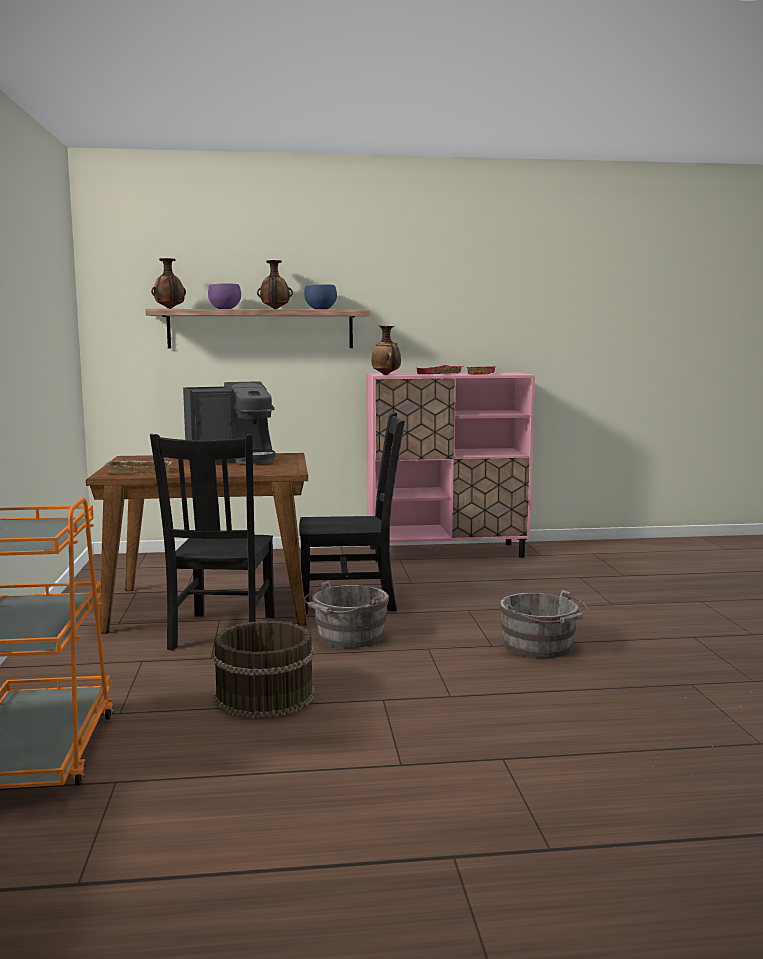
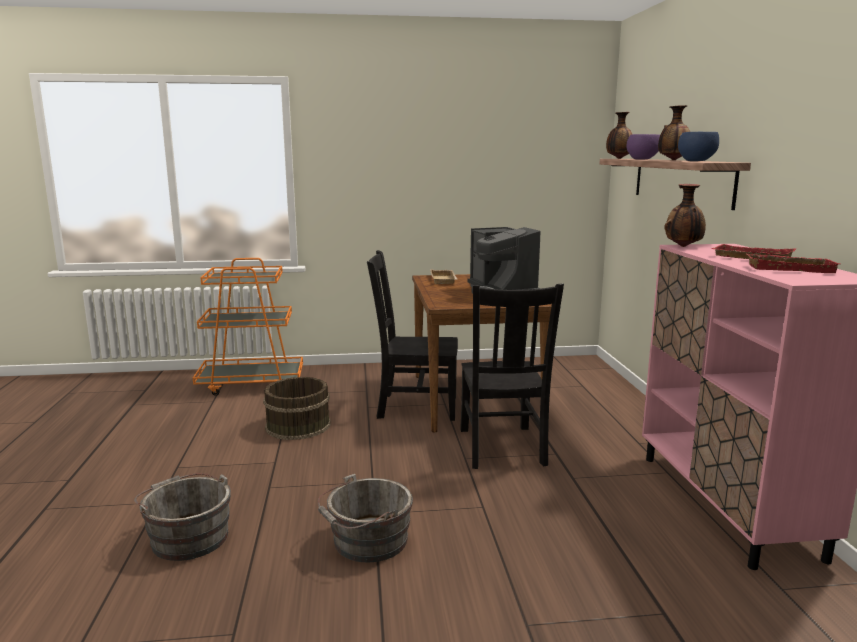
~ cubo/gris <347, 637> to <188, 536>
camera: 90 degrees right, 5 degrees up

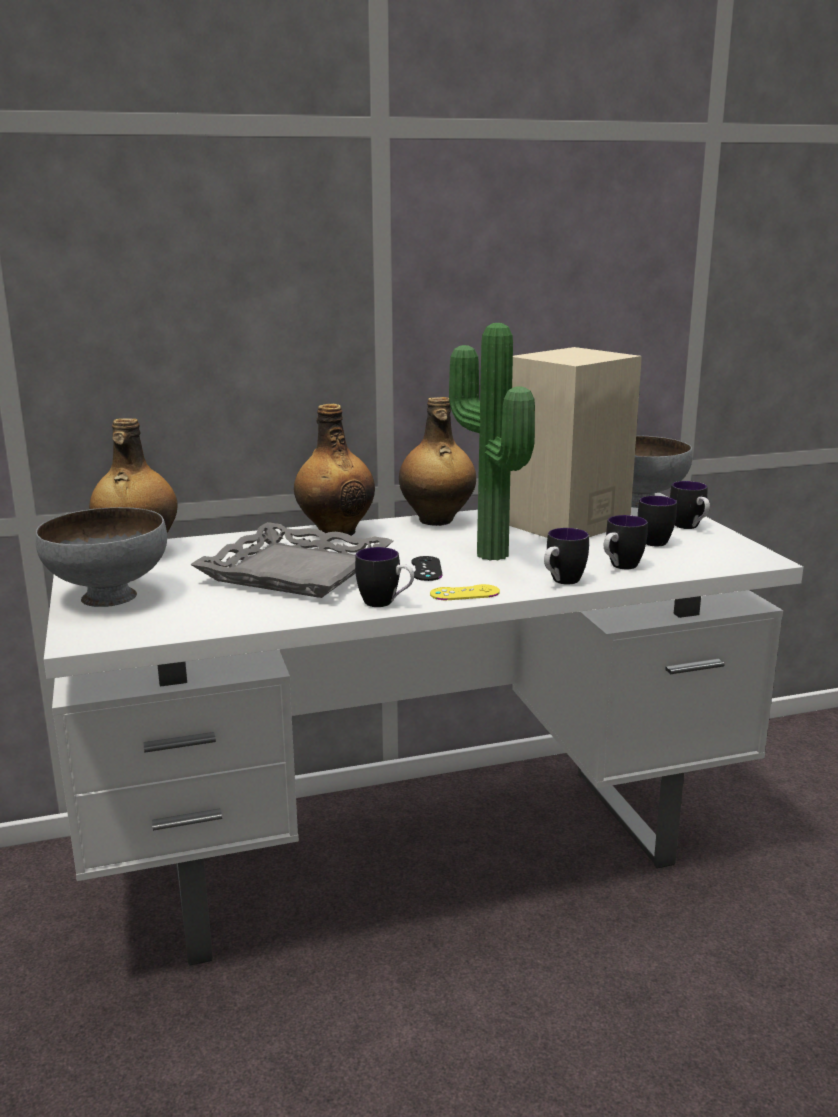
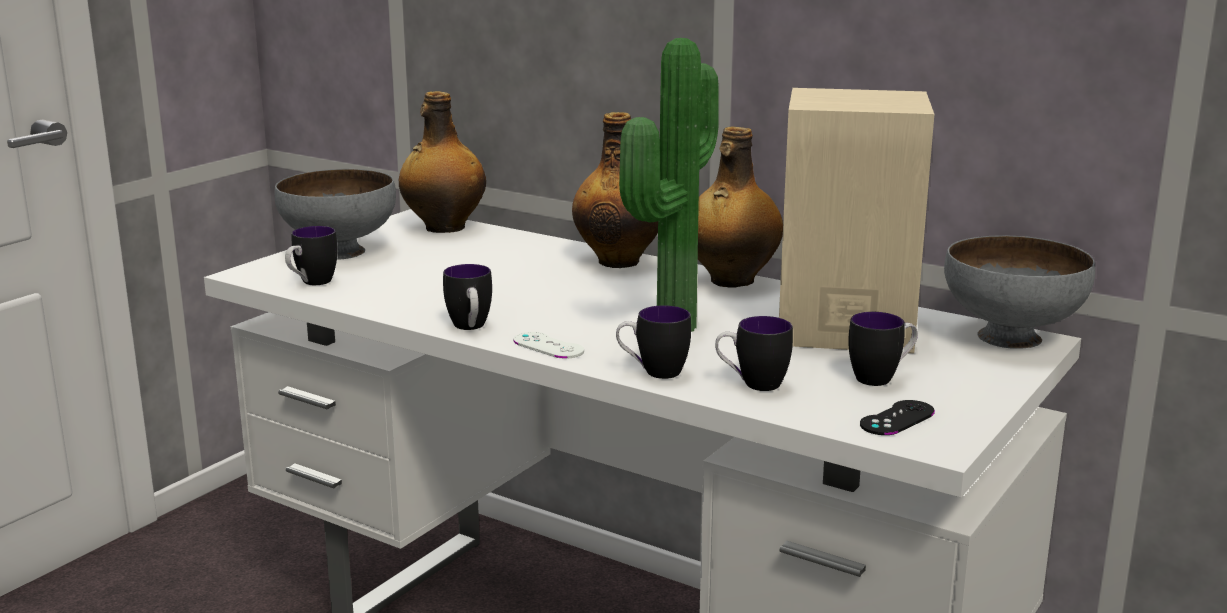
~ taza grande <690, 527> to <311, 283>
~ mando de consola/amarillo <465, 593> to mando de consola/blanco <548, 346>
~ mando de consola/negro <426, 569> to <897, 418>
- bandeja/gris <297, 571>
camera: 50 degrees right, 0 degrees up

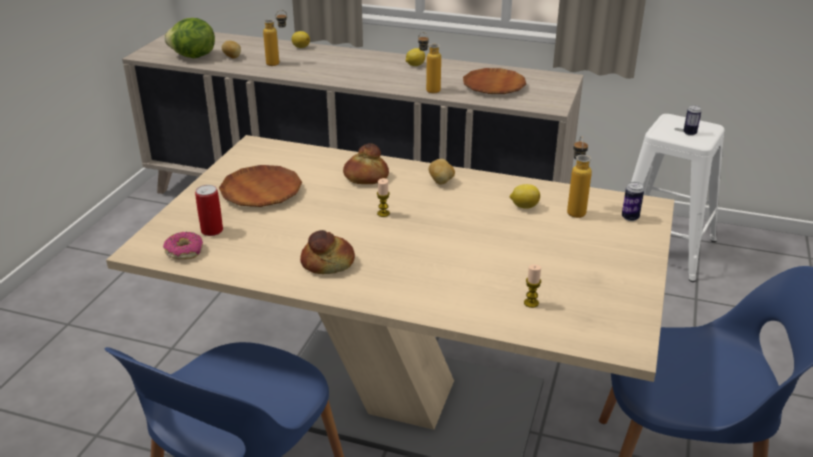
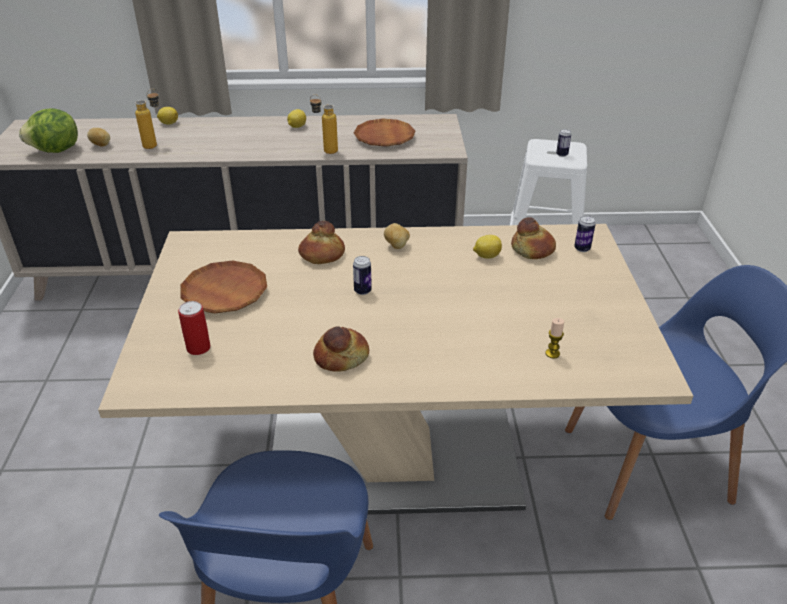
~ vela <383, 213> to lata <362, 291>
~ botella <575, 209> to pan <532, 250>
- rosquilla <184, 251>
camera: 20 degrees left, 5 degrees up

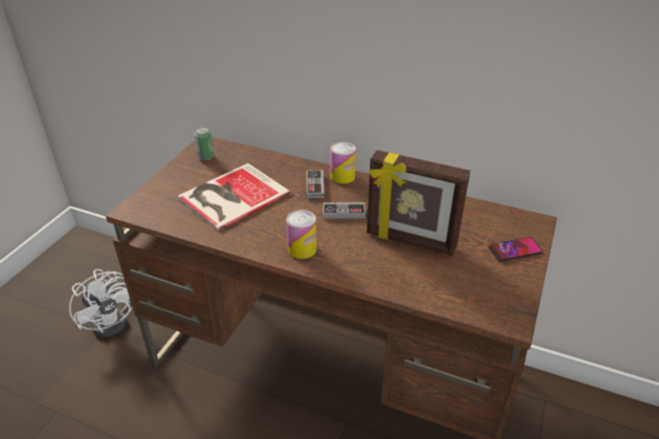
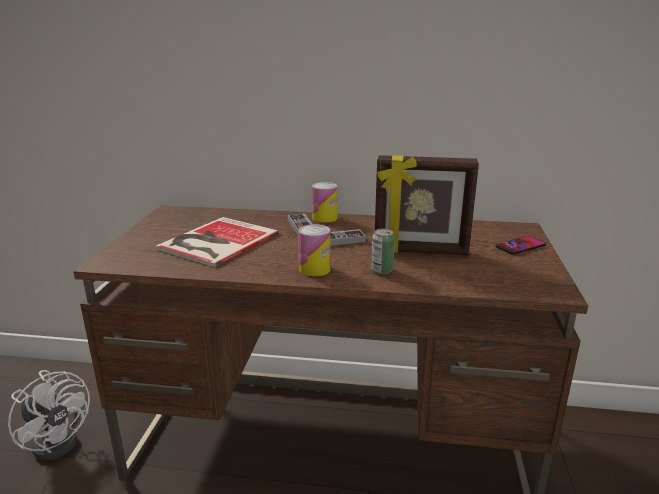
~ lata <206, 157> to <382, 270>
camera: 15 degrees left, 15 degrees down

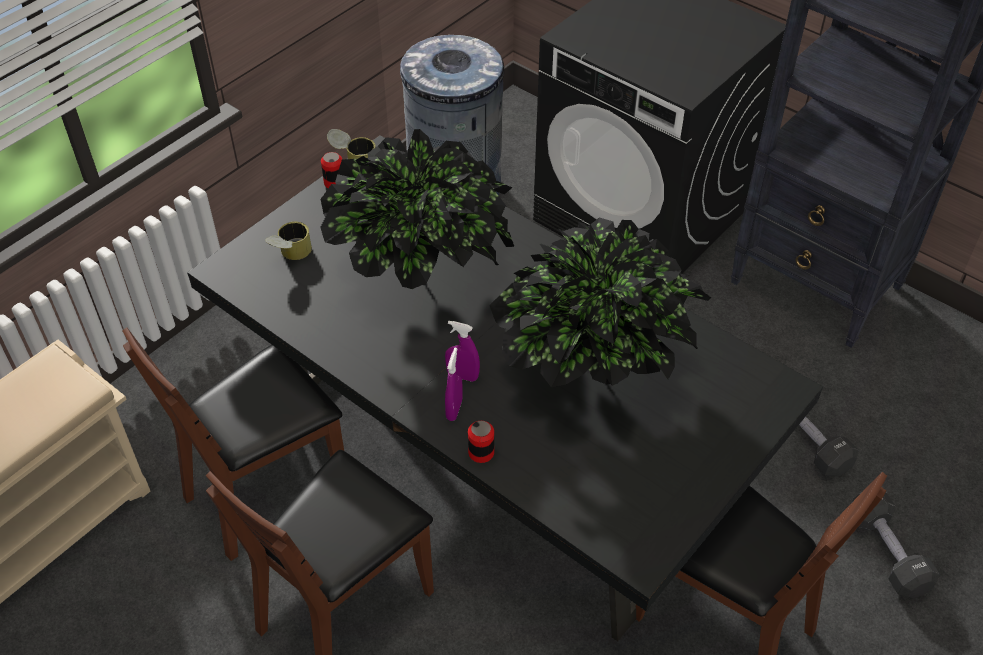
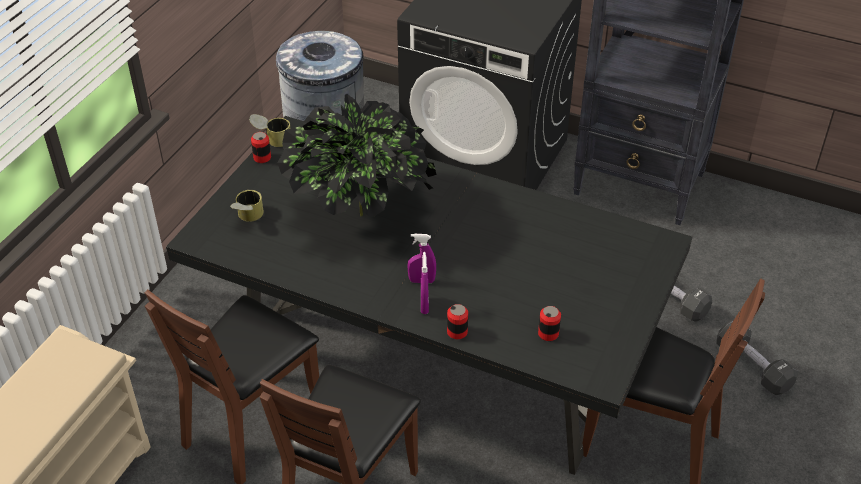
+ lata <548, 334>
- planta en maceta <592, 371>
camera: 15 degrees left, 5 degrees down

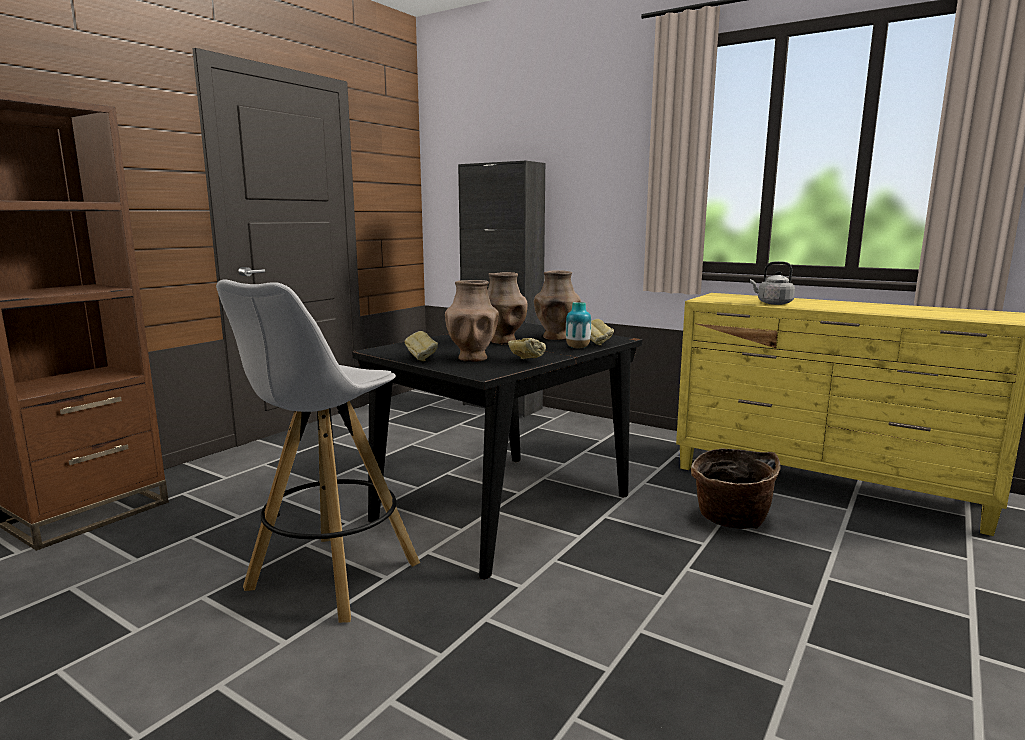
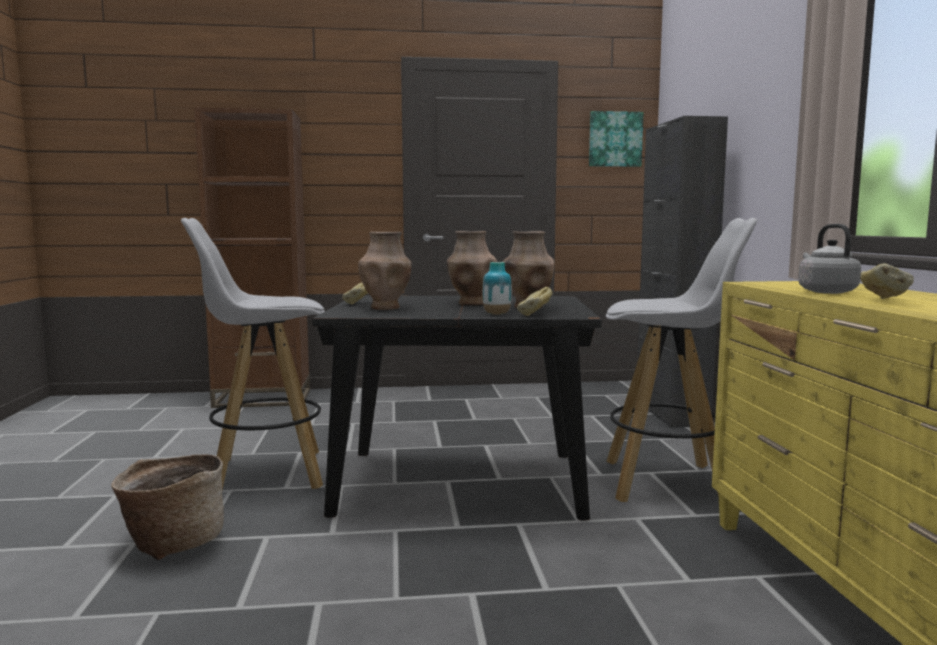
~ cesta <730, 520> to <173, 543>
+ cuadro <615, 139>
+ taburete/blanco <667, 483>
~ pan <526, 361> to <883, 300>
camera: 50 degrees right, 5 degrees down

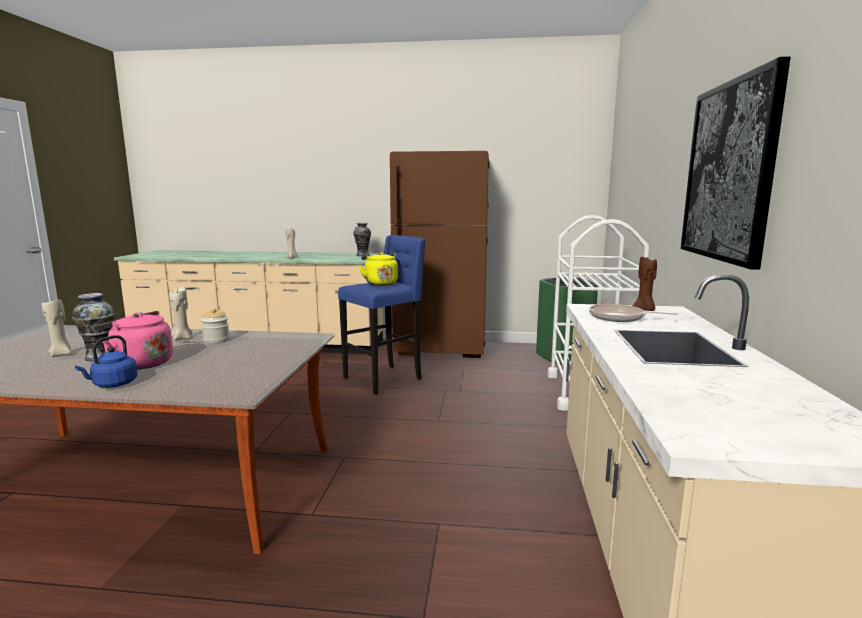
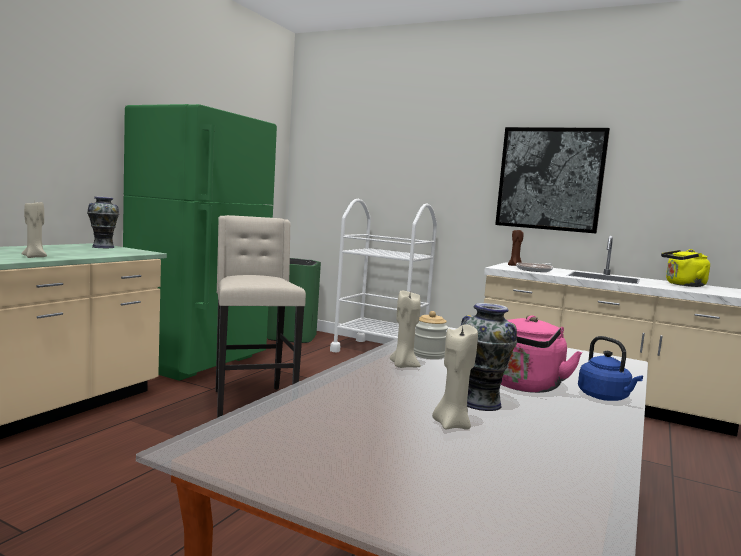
~ nevera/marrón <441, 350> to nevera/verde <198, 362>
~ taburete/azul <384, 379> to taburete/beis <251, 402>
~ hervidor/amarillo <380, 283> to <683, 285>
camera: 70 degrees left, 5 degrees down

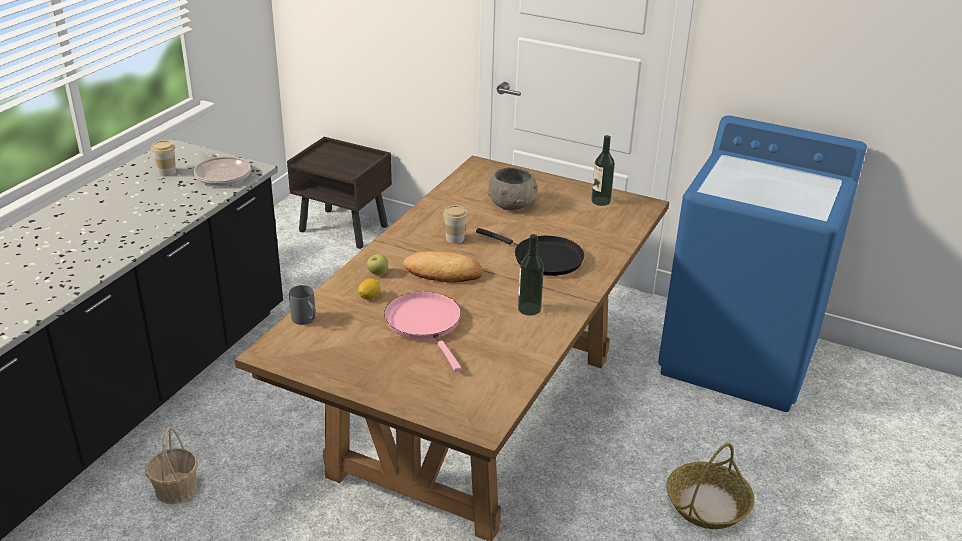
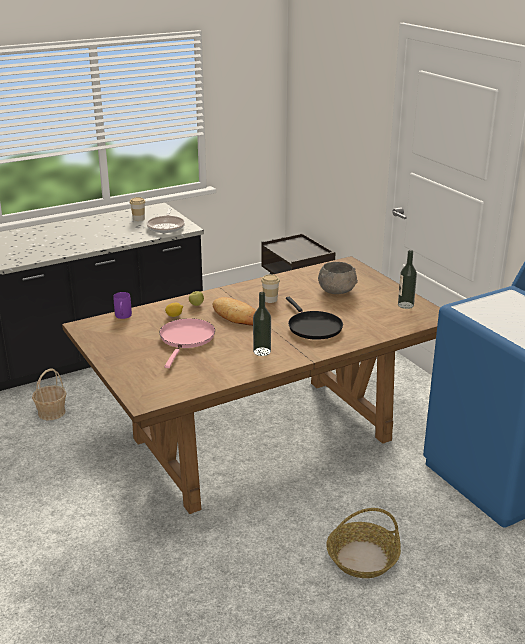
~ taza grande/gris <306, 321> to taza grande/morado <123, 317>
camera: 35 degrees right, 5 degrees down

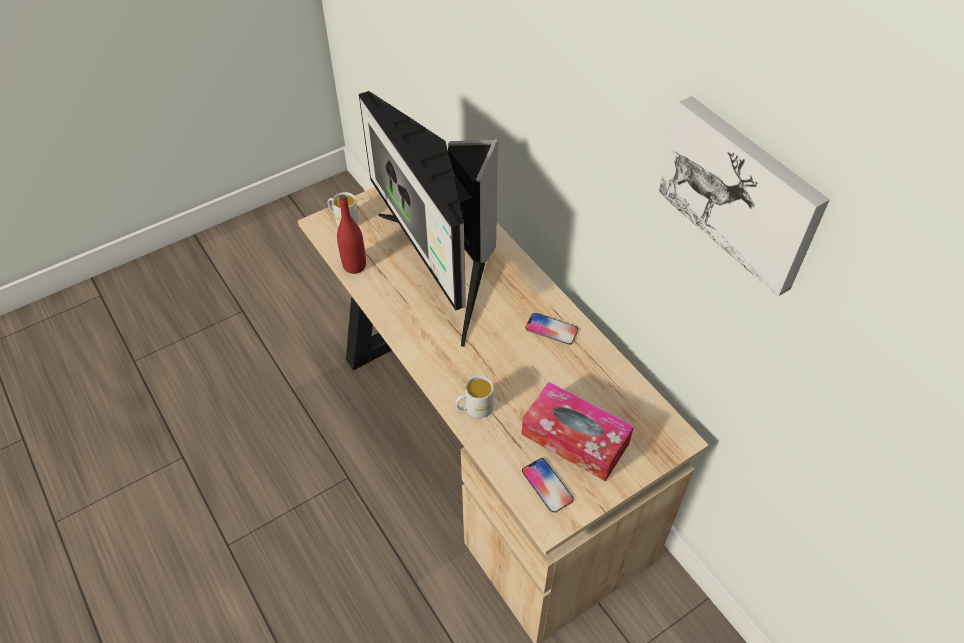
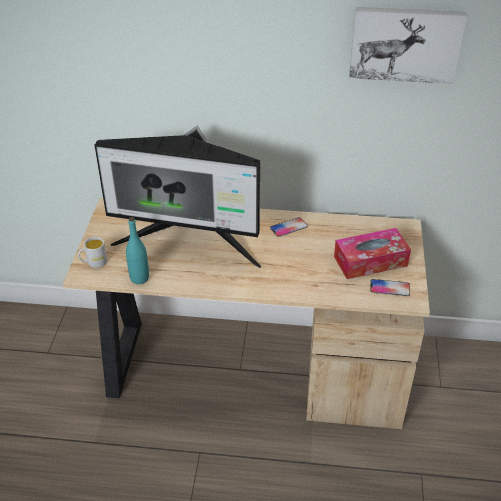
~ botella/rojo <354, 266> to botella/turquesa <139, 278>
- taza grande/blanco <474, 408>
camera: 50 degrees left, 10 degrees down

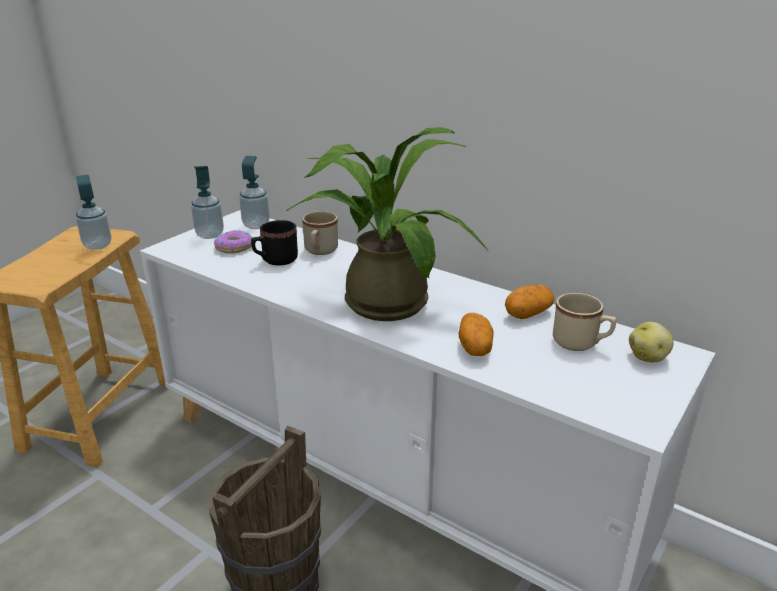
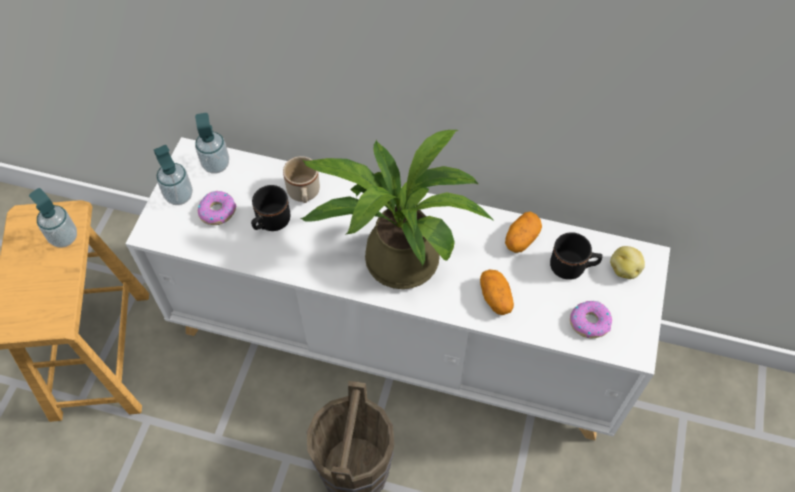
~ taza grande/beis <581, 343> to taza grande/negro <572, 267>
+ rosquilla <589, 322>
camera: 20 degrees left, 30 degrees up

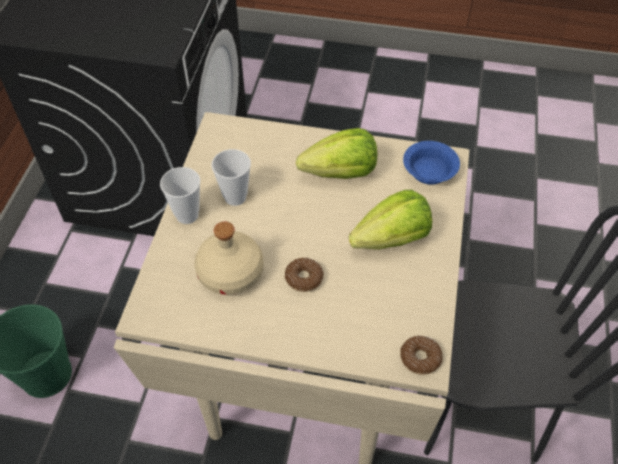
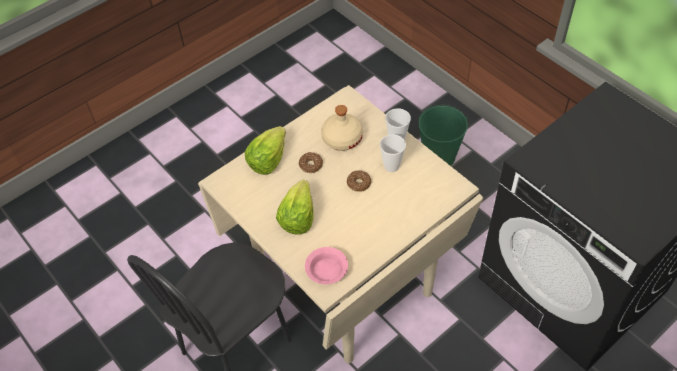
~ lechuga <341, 173> to <268, 160>
~ cuenco/azul <430, 172> to cuenco/rosa <326, 272>
~ rosquilla <420, 358> to <358, 183>
camera: 130 degrees right, 0 degrees up

